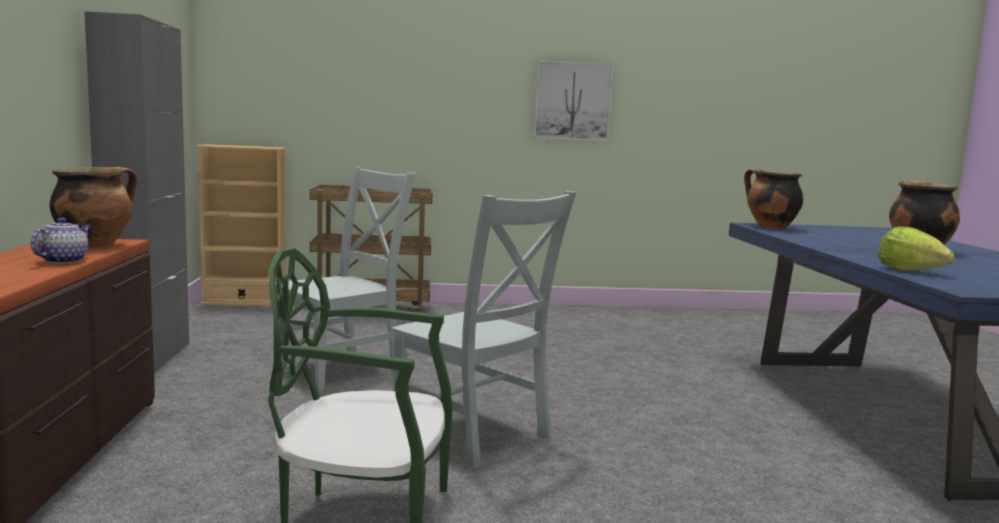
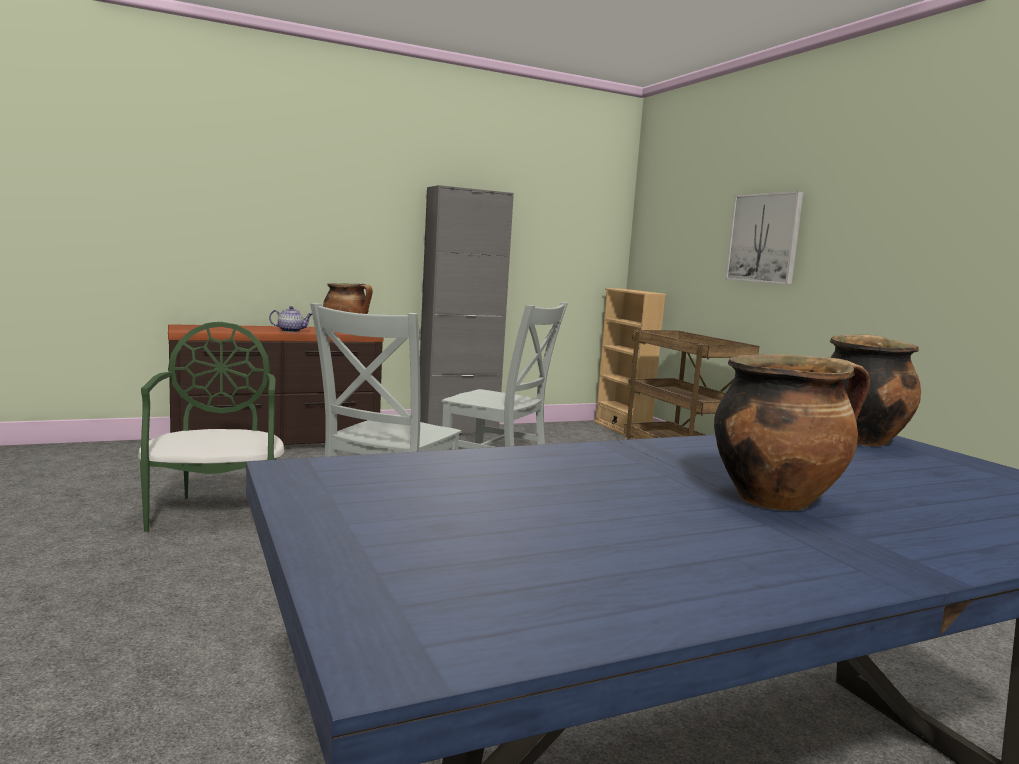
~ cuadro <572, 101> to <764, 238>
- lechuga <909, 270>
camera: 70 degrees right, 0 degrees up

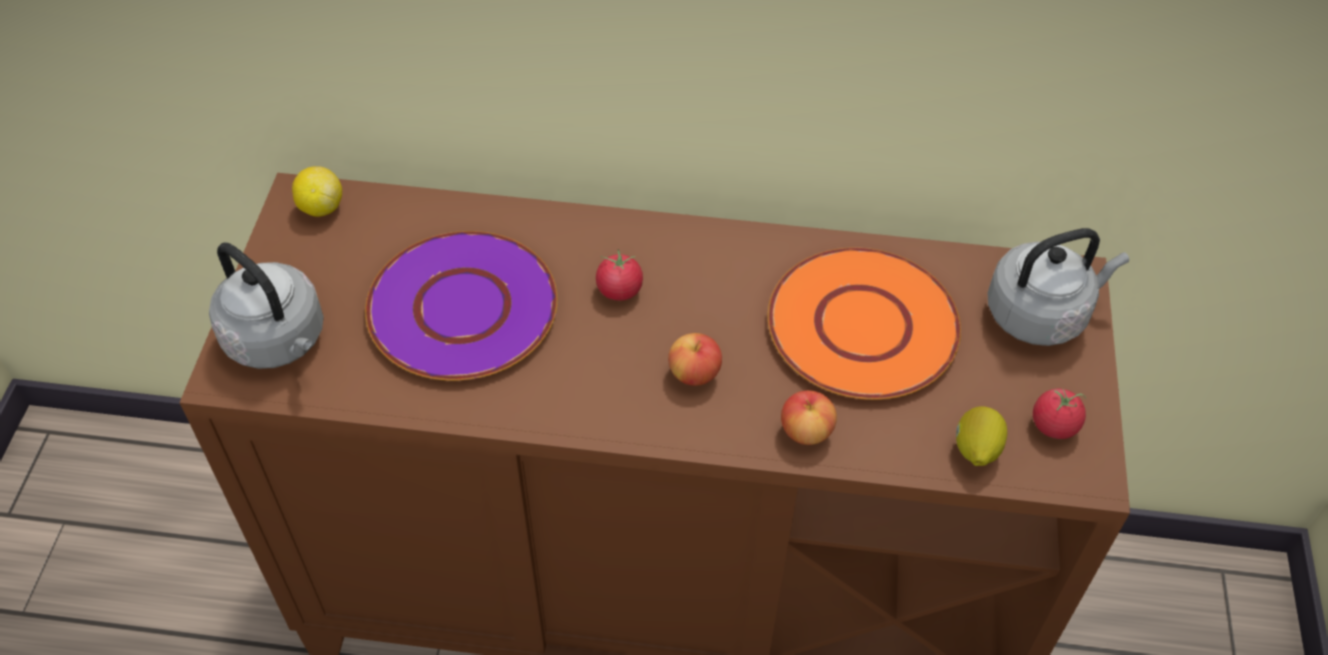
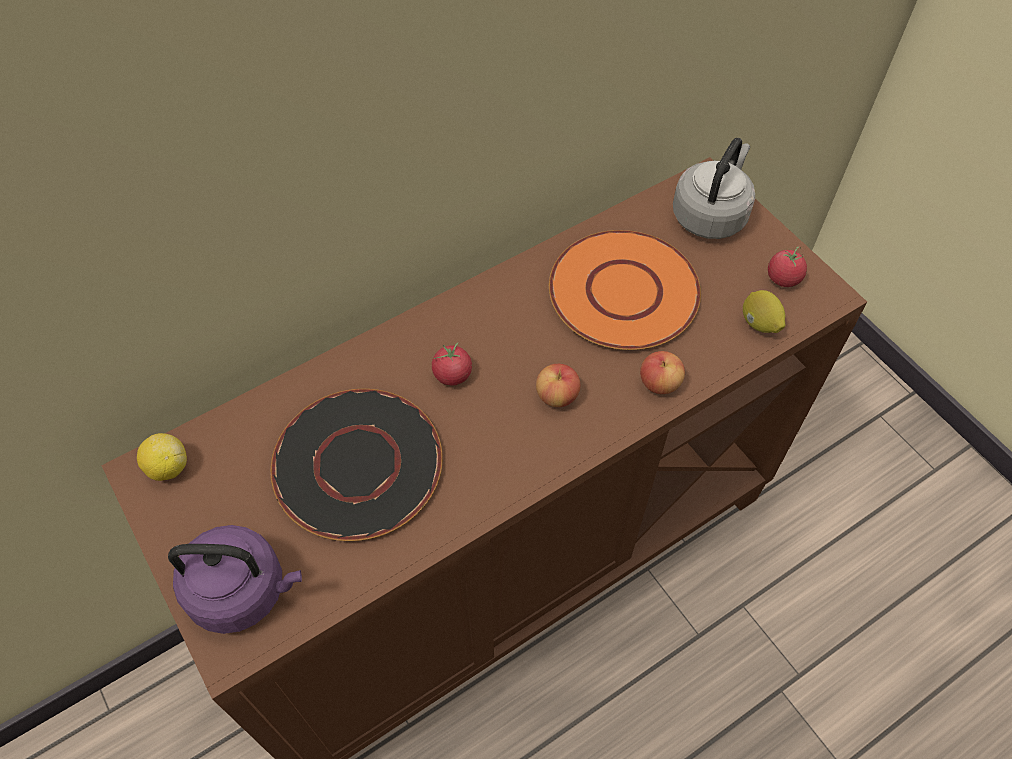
~ hervidor/gris <279, 341> to hervidor/morado <243, 591>
~ plato/morado <462, 307> to plato/negro <357, 464>
camera: 40 degrees left, 5 degrees up

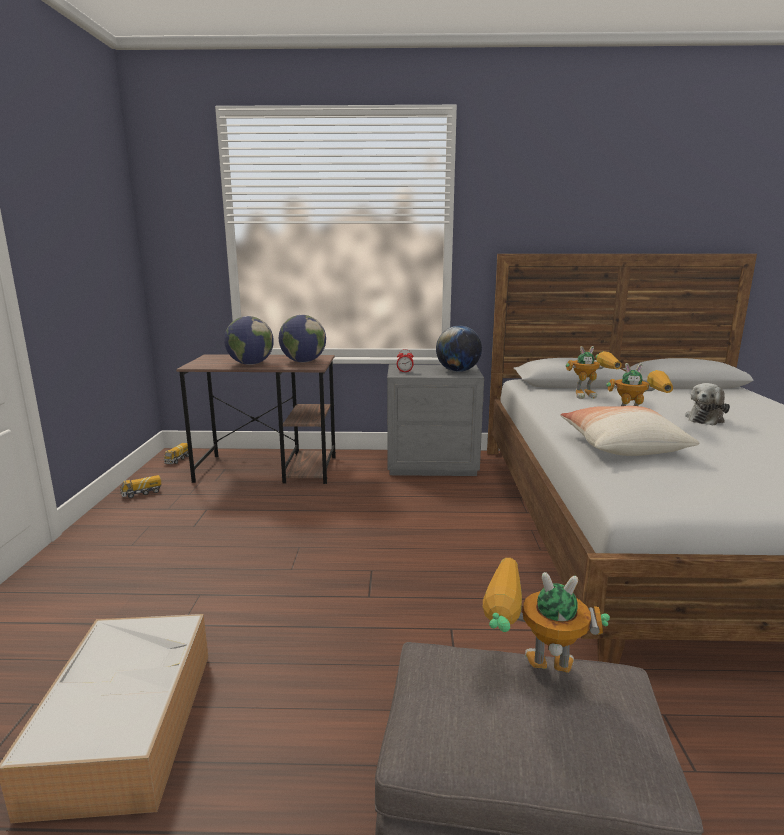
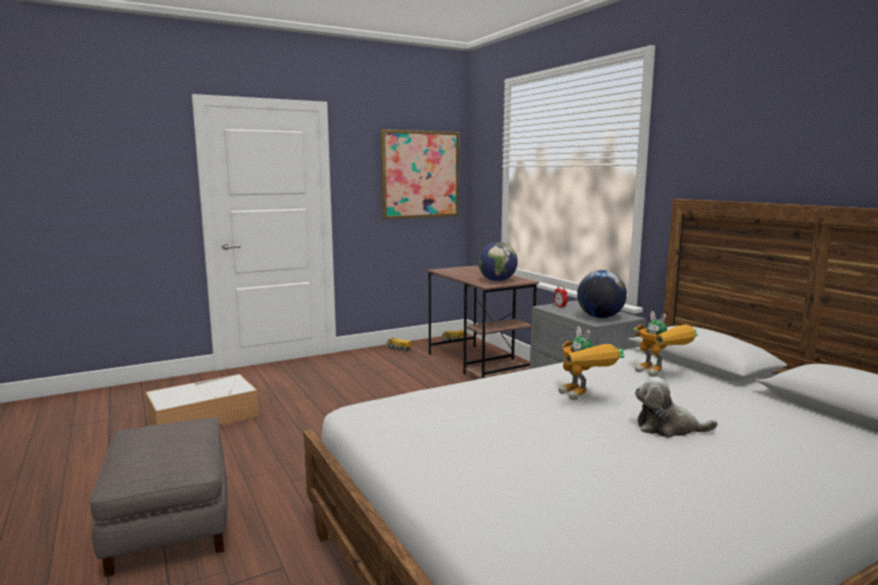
+ cuadro <420, 174>
- globo terráqueo <250, 364>
- robot de juguete <528, 671>
- cojín <621, 446>
camera: 60 degrees right, 5 degrees down

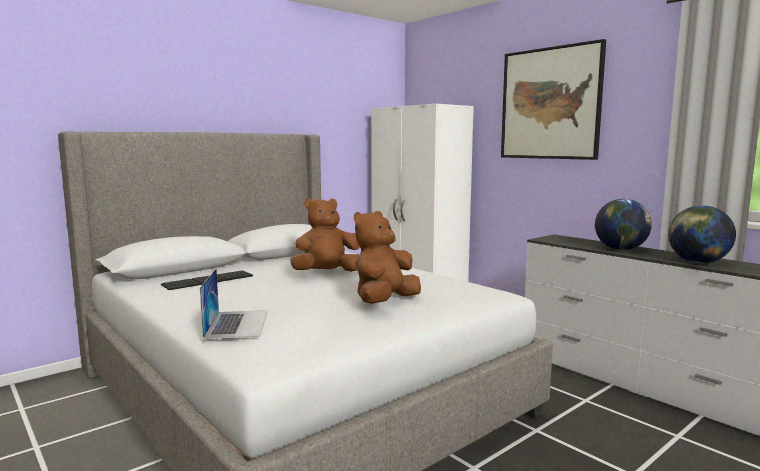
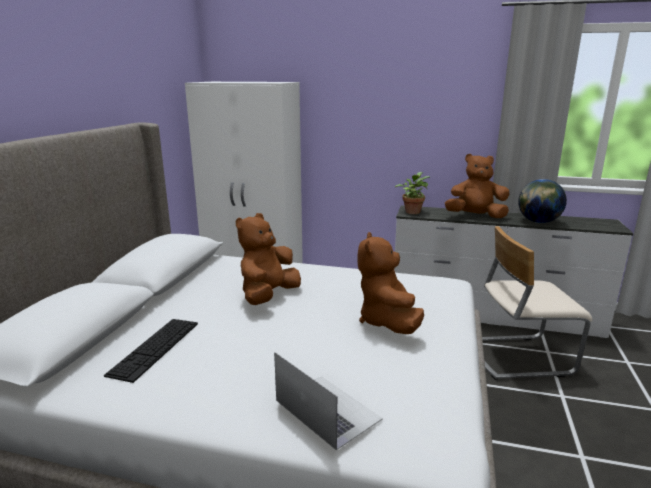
+ planta en maceta <412, 211>
~ globo terráqueo <621, 249> to peluche/marrón <475, 216>
+ silla/beis <518, 357>
- cuadro <550, 104>
camera: 35 degrees left, 10 degrees up

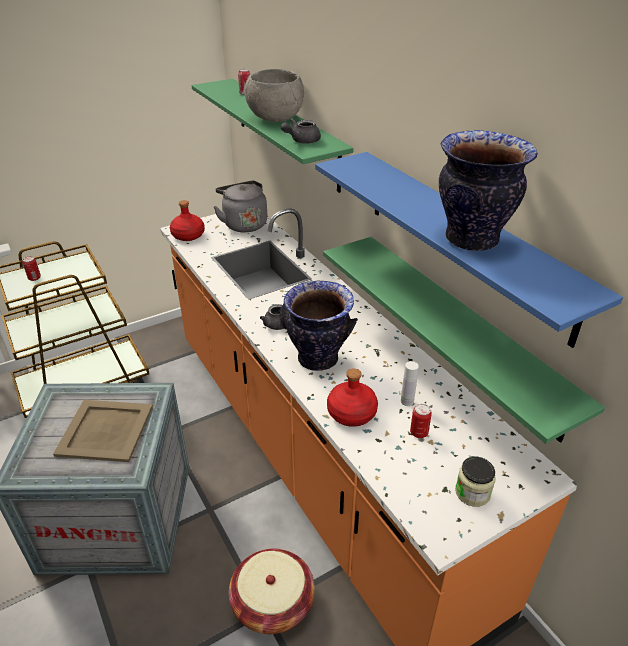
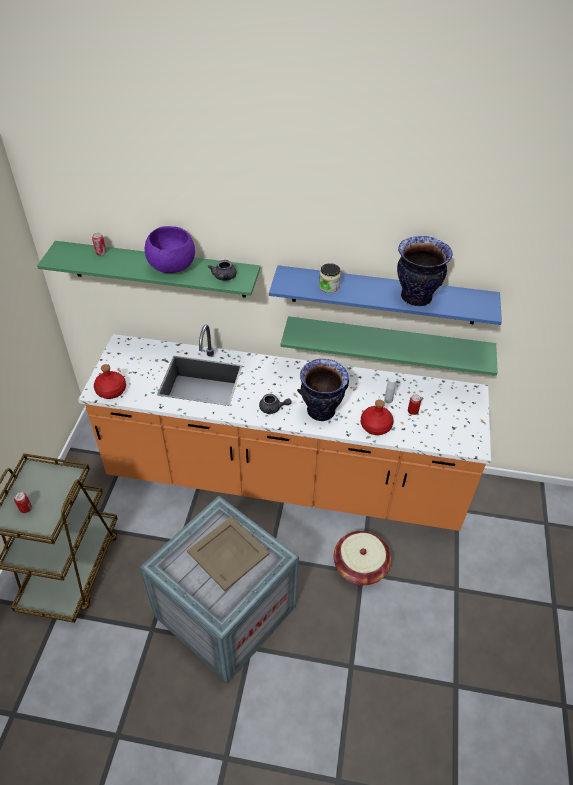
~ cuenco/gris <275, 119> to cuenco/morado <172, 267>
~ tarro <472, 492> to <329, 286>
- hervidor/gris <244, 224>
camera: 50 degrees left, 10 degrees up

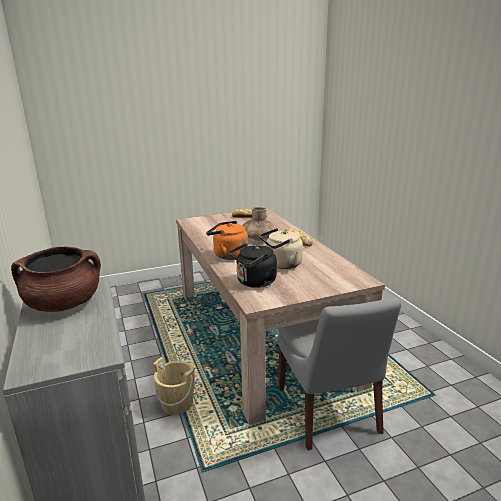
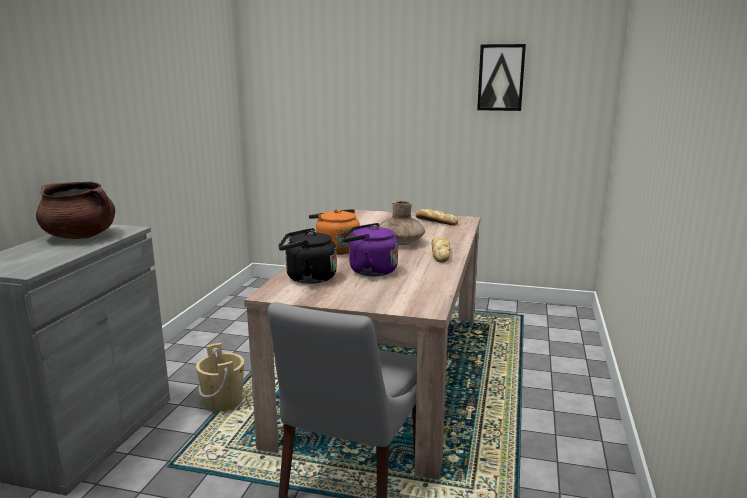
~ hervidor/beis <281, 265> to hervidor/morado <369, 271>
+ cuadro <501, 77>
camera: 35 degrees right, 5 degrees down

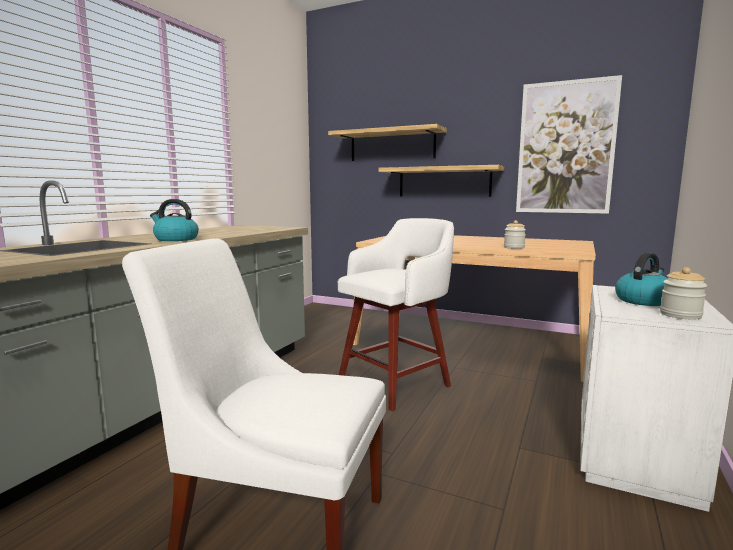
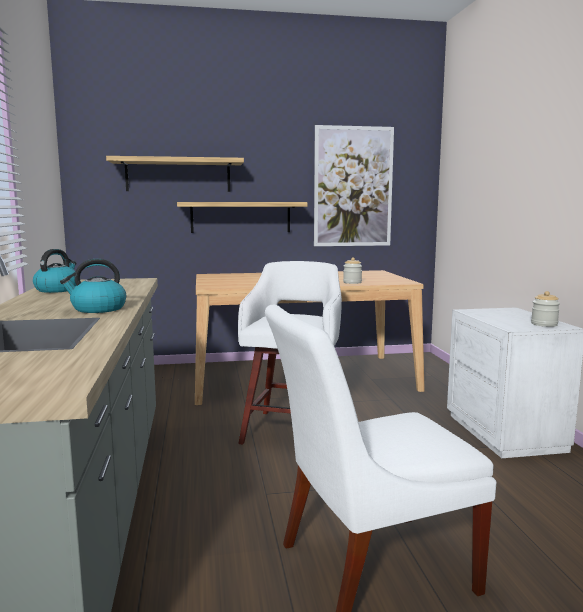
~ hervidor <643, 301> to <57, 289>
camera: 35 degrees left, 0 degrees up

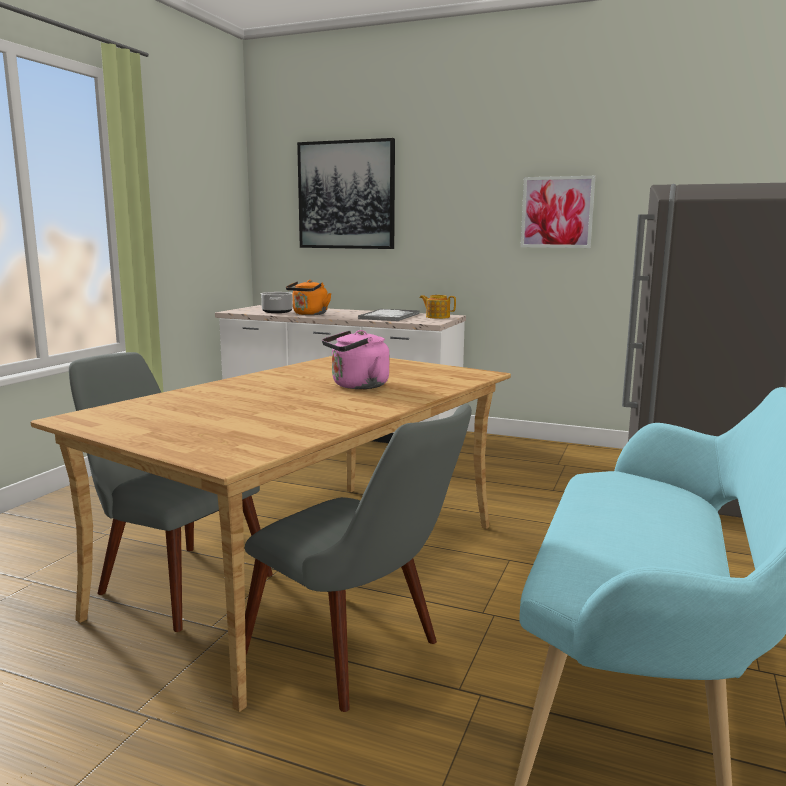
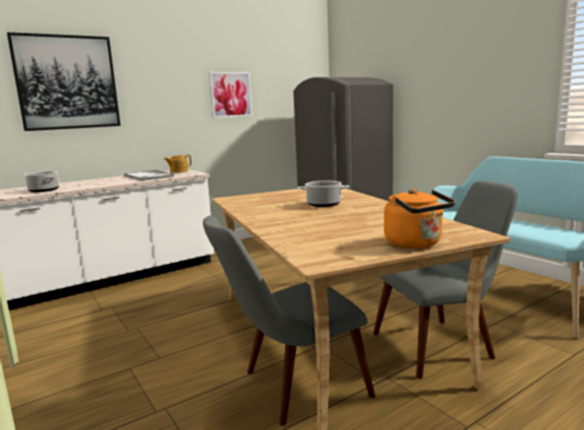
~ hervidor/rosa <357, 386> to olla <323, 204>
~ hervidor/naranja <309, 314> to <416, 244>
camera: 55 degrees left, 0 degrees up

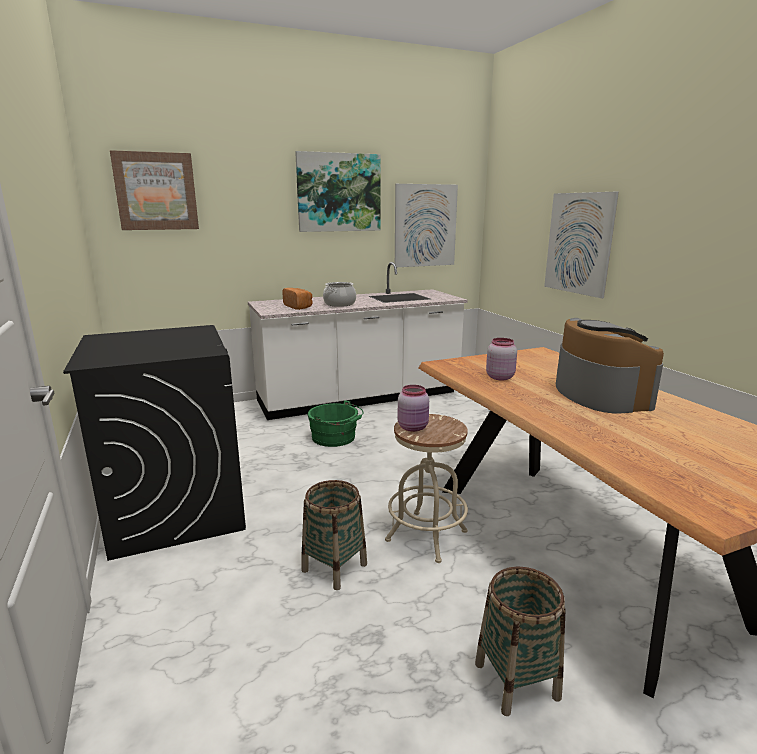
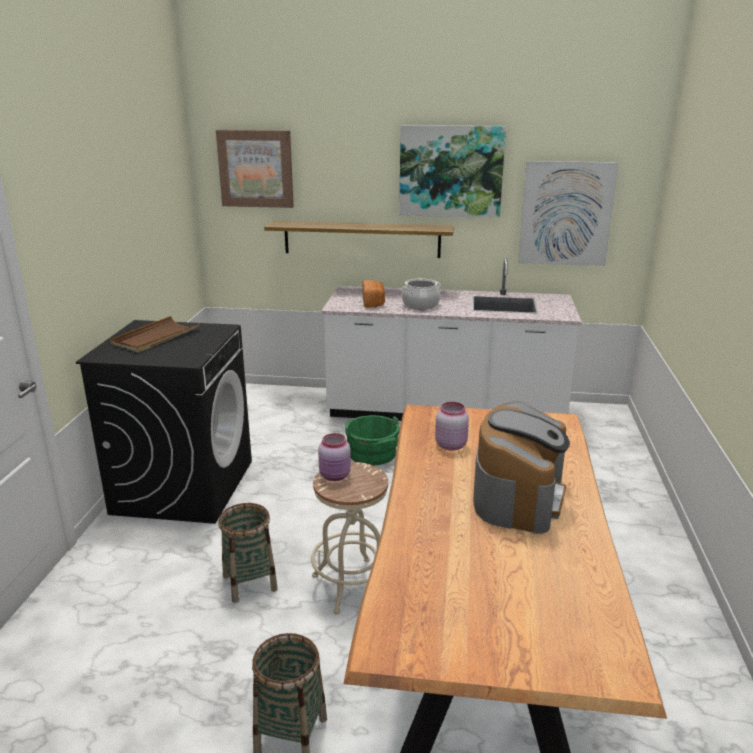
+ bandeja/marrón <156, 337>
+ estante <362, 239>
- cuadro <578, 243>
camera: 30 degrees right, 5 degrees up

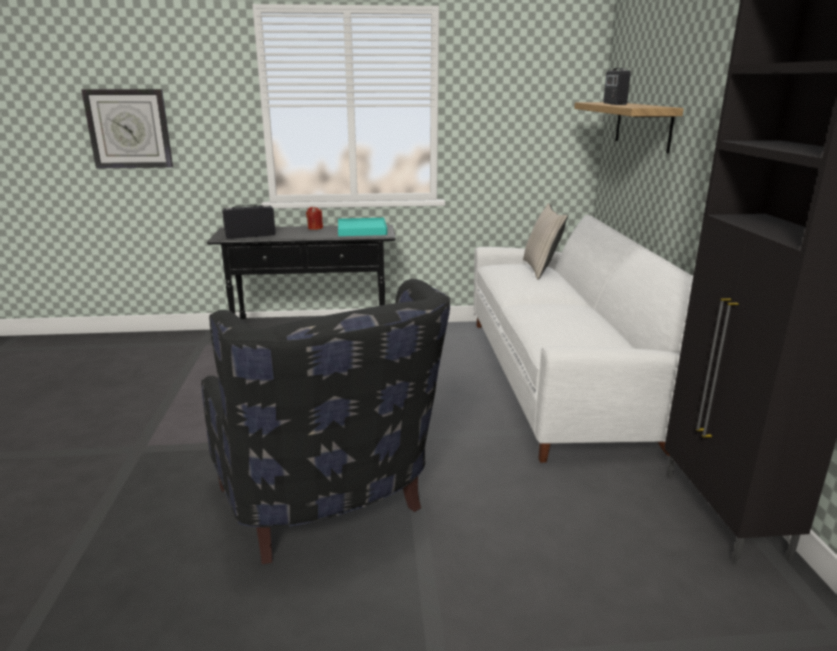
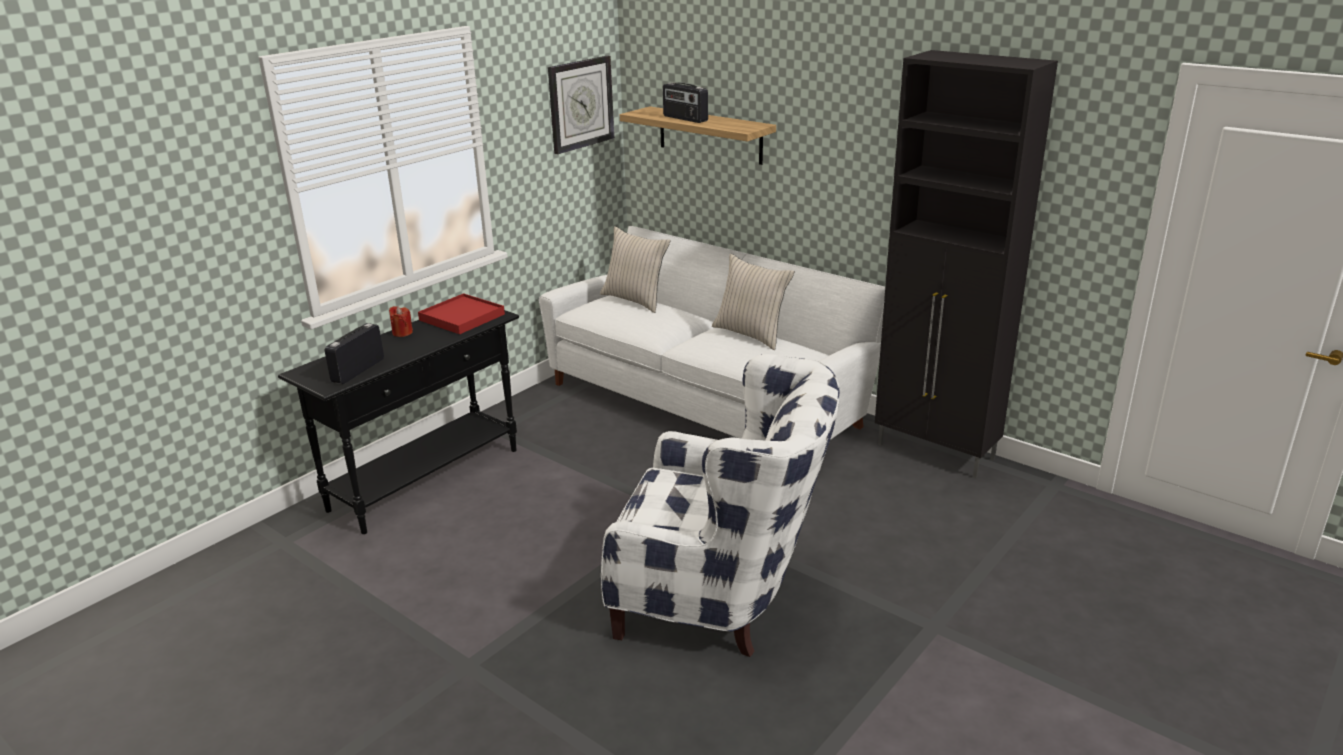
~ bandeja/turquesa <361, 230> to bandeja/rojo <461, 317>
~ reloj de pared <129, 129> to <580, 104>
~ sillón/negro <328, 508> to sillón/blanco <723, 596>
+ cojín/beis <751, 334>
camera: 45 degrees left, 5 degrees up

